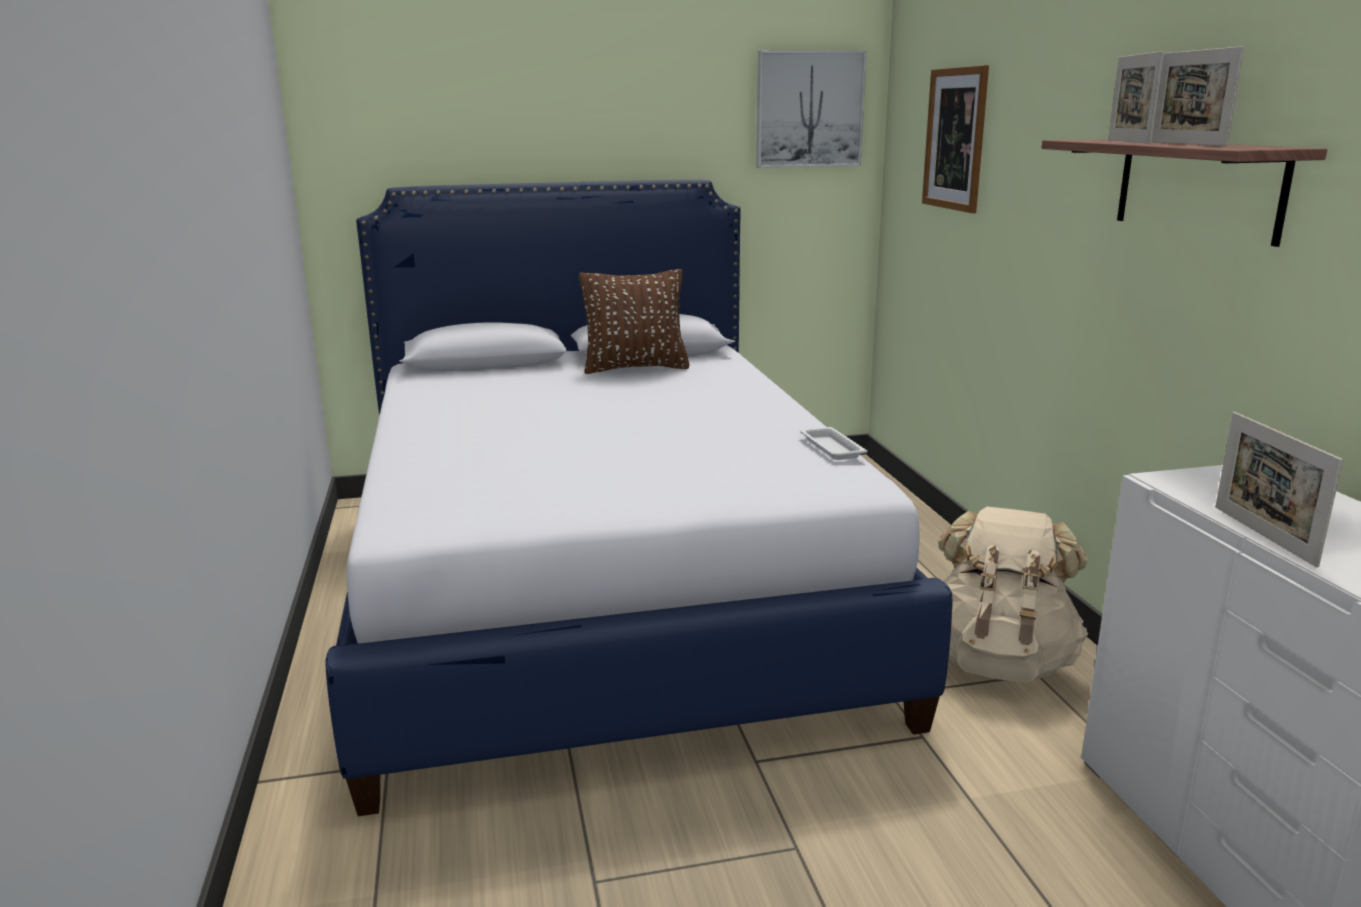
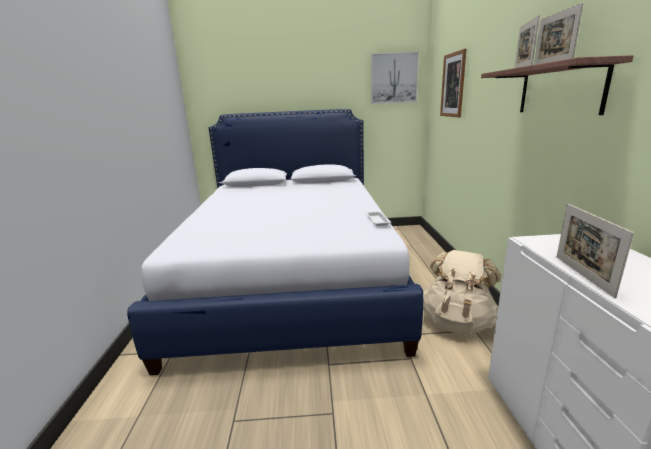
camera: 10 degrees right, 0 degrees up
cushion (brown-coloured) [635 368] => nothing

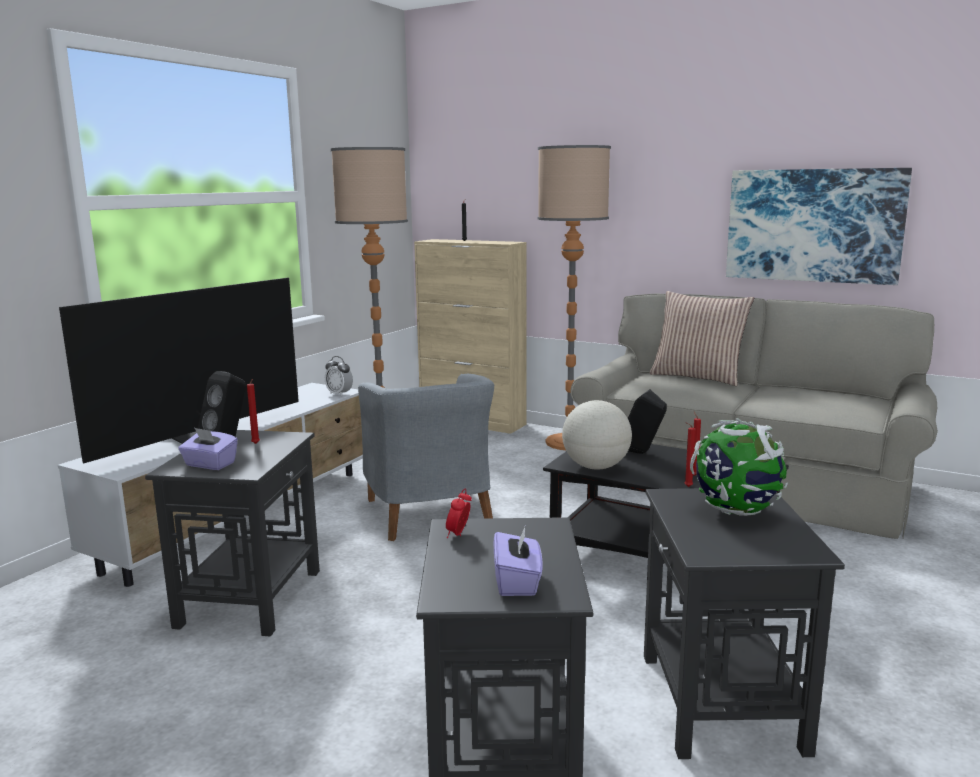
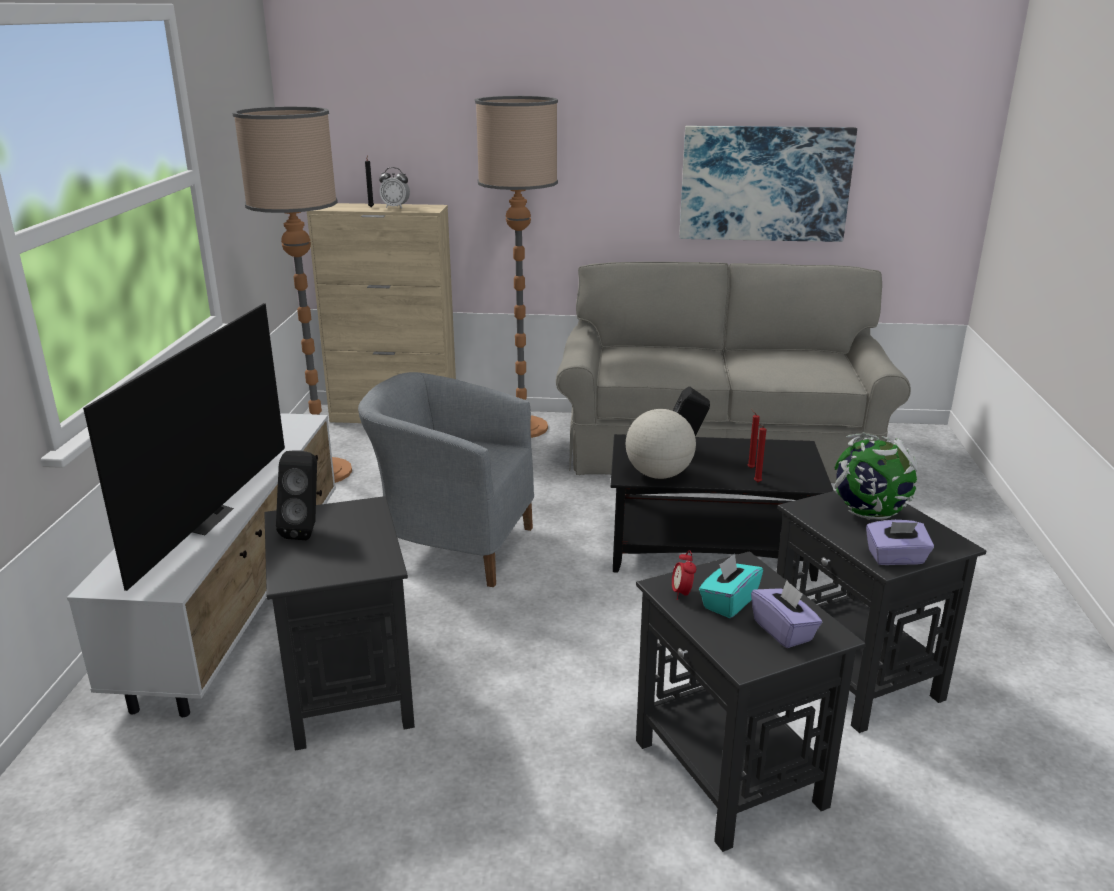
camera: 25 degrees left, 10 degrees up
tissue holder (purple) [210 465] => tissue holder (purple) [896 558], moved
wax light (reddish) [256 444] => nothing
table clock [339 394] => table clock [395 207], moved
armchair (grey) [430 514] => armchair (grey) [452 546], 150 degrees clockwise
cushion [698 377] => nothing
nothing => tissue holder (turquoise-coloured) [728 602]

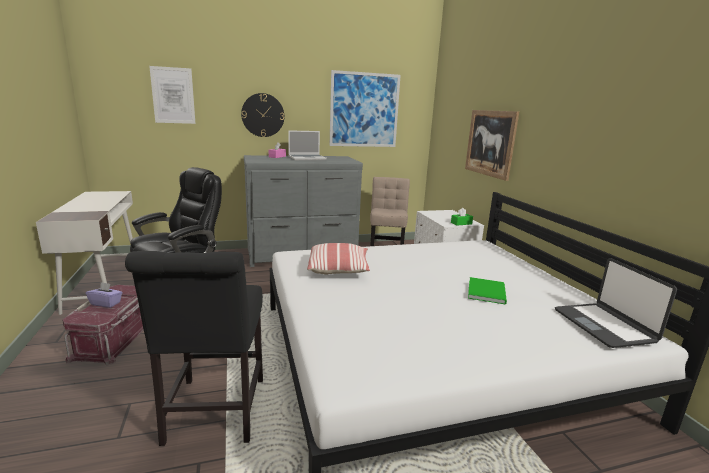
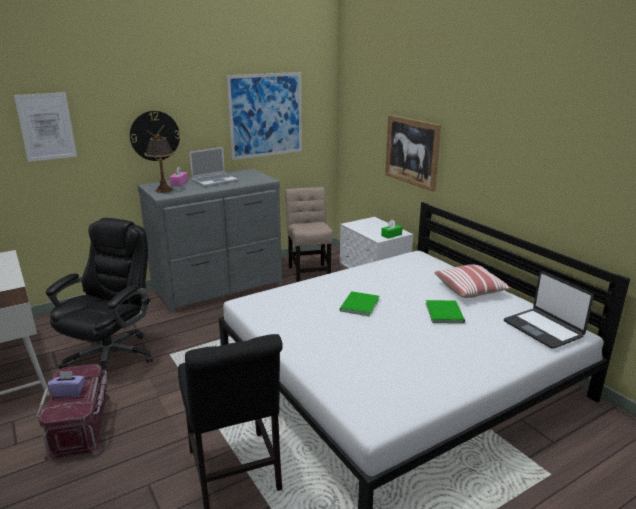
camera: 15 degrees left, 5 degrees up
cushion [339 269] => cushion [471 290], moved
nothing => tabletop lamp [163 190]
nothing => bound book (greenish) [358 305]

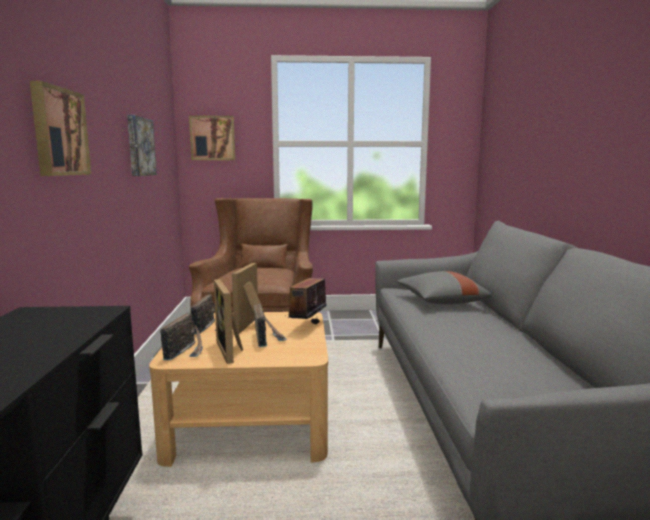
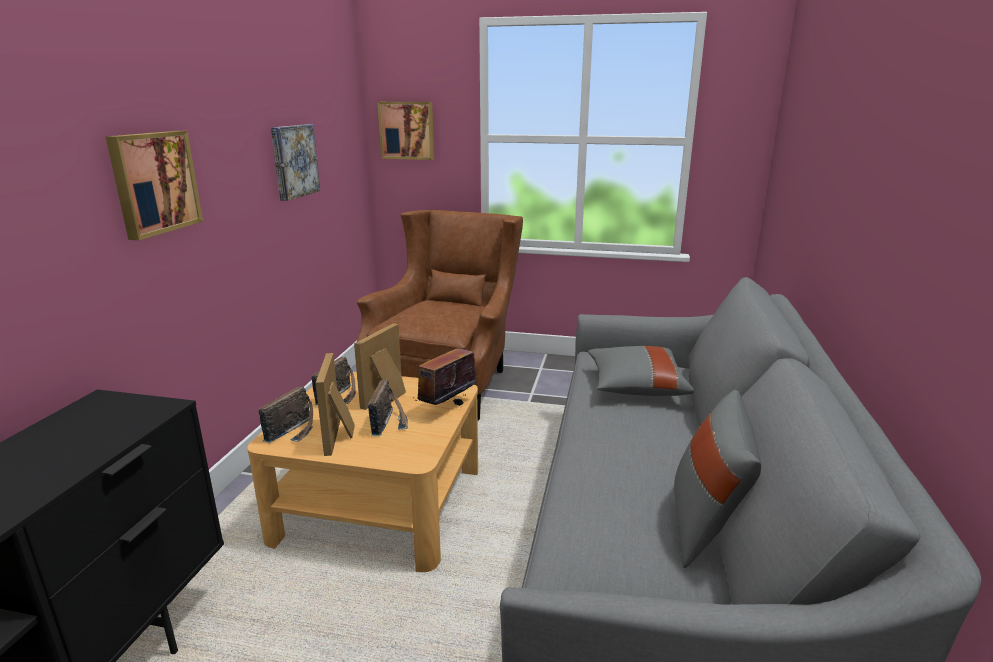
camera: 15 degrees right, 10 degrees up
nothing => cushion (grey) [705 526]

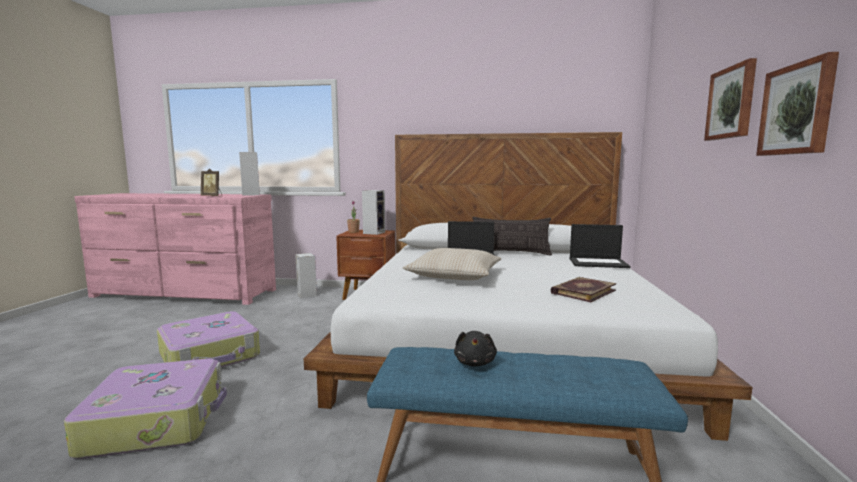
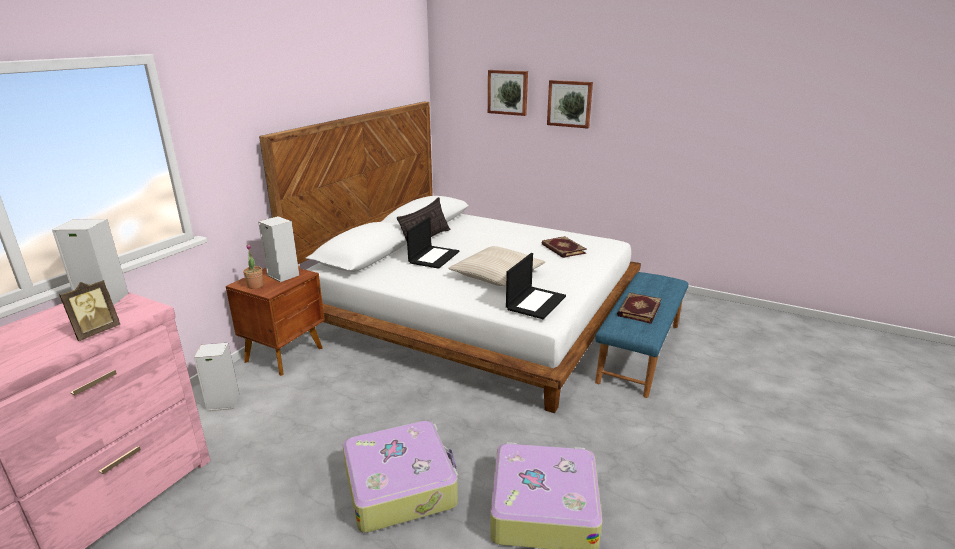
camera: 70 degrees left, 15 degrees up
cuddly toy (blackish) [475 362] => bound book [638 309]
portable computer [598 263] => portable computer [535 302], moved
wall art [797 109] => wall art [508 92], moved

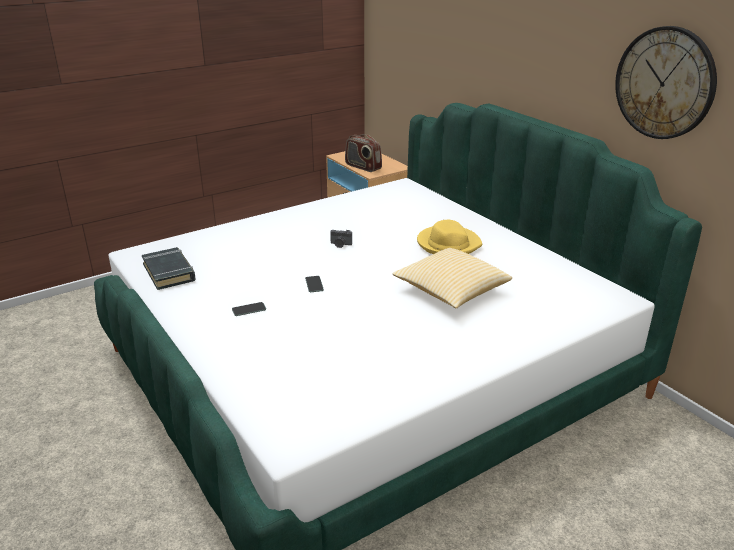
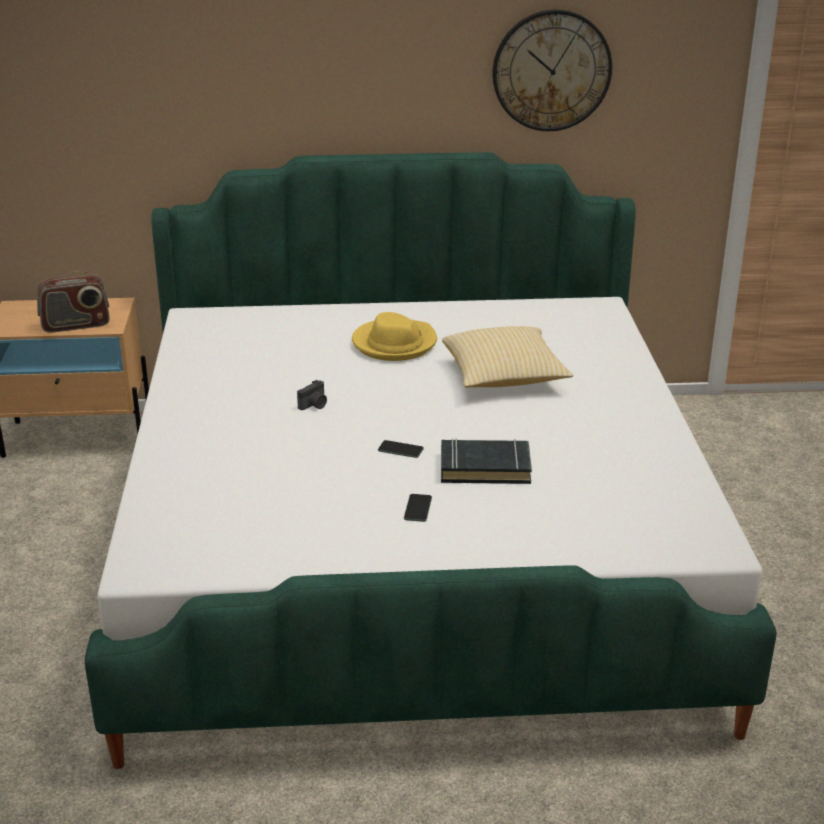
camera: 60 degrees left, 0 degrees up
bound book (blackish) [169 272] => bound book (blackish) [485 468], moved

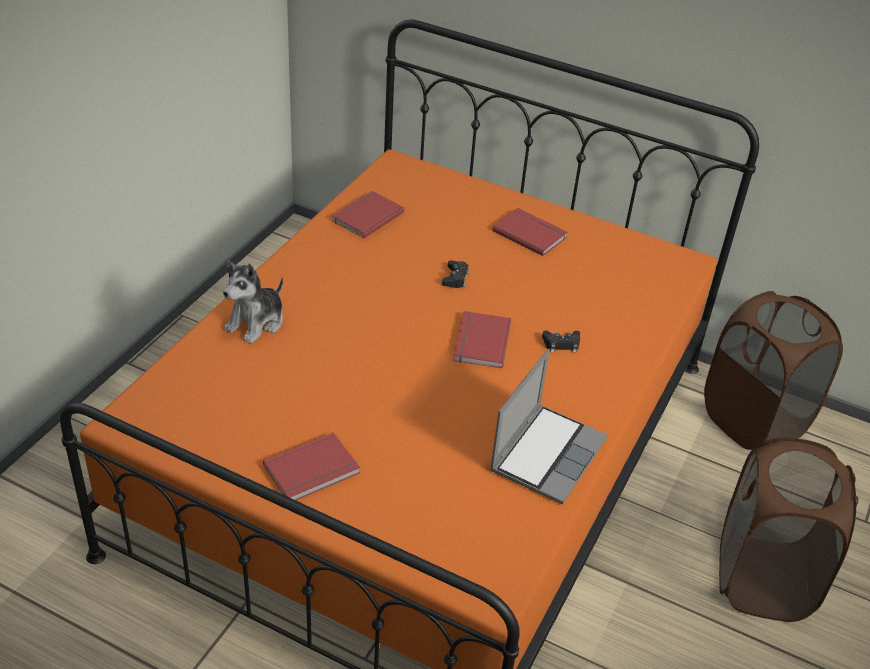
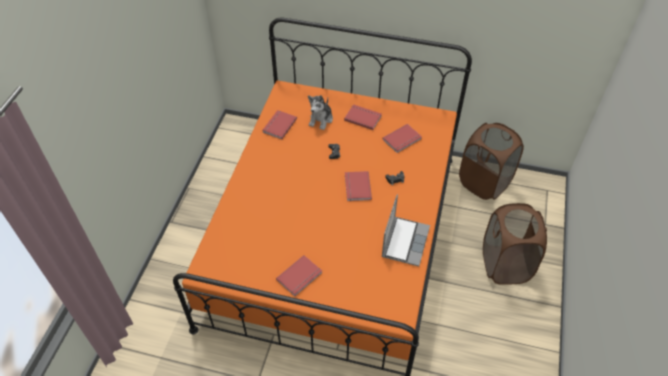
camera: 10 degrees left, 10 degrees up
cuddly toy [256 322] => cuddly toy [321 119], moved
nothing => bound book (reddish) [402 140]

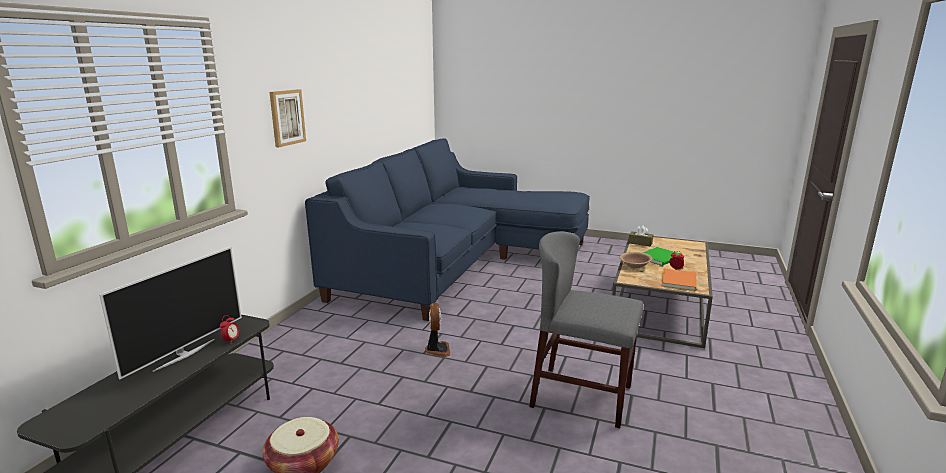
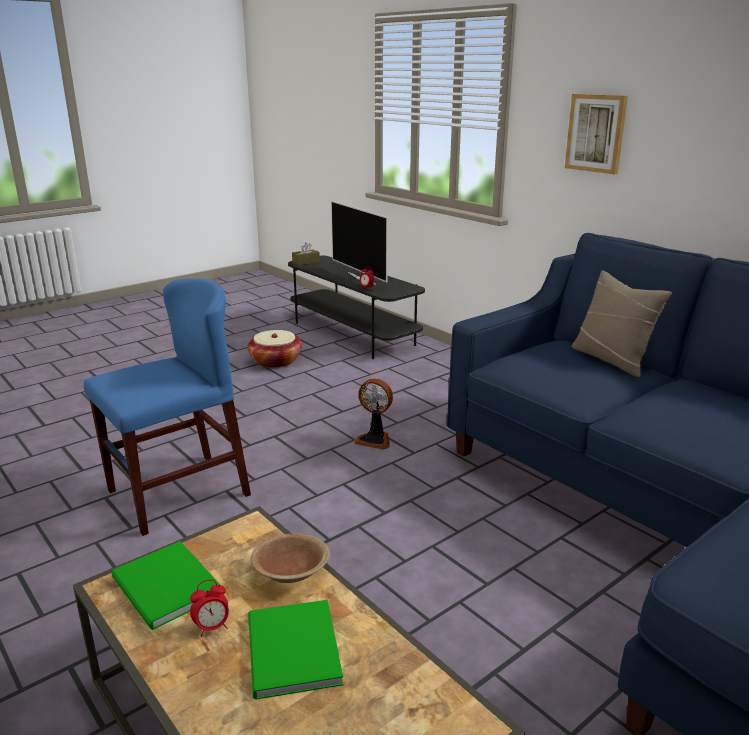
camera: 120 degrees right, 5 degrees up
chair (grey) [581 396] => chair (blue-coloured) [178 493]
tissue holder (brown-coloured) [640 243] => tissue holder (brown-coloured) [306 262], moved
bound book (orange) [680 280] => bound book (greenish) [166 589]
nothing => cushion (sand-coloured) [612 359]

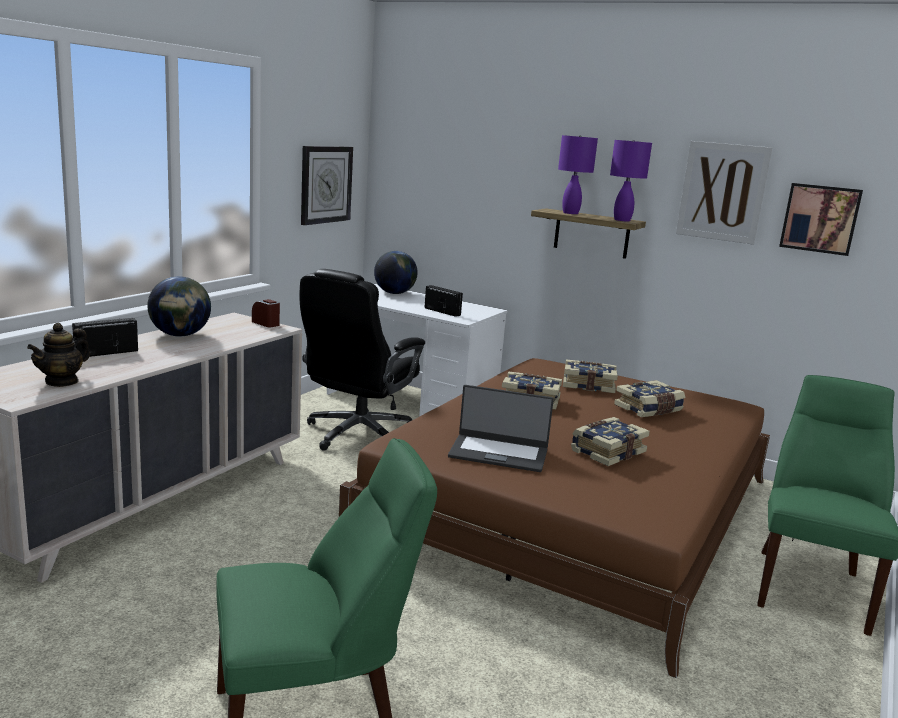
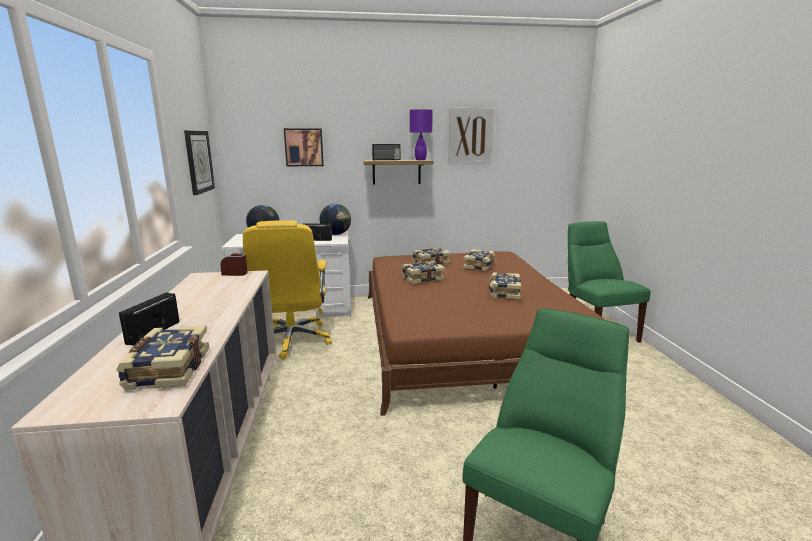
camera: 35 degrees left, 0 degrees up
pot for tea [62 381] => bound book [167 369]
desk globe [180 335] => desk globe [336 234], moved
computer chair (blackish) [358 434] => computer chair (yellow) [291 340]
portable computer [498 453] => nothing
tabletop lamp (purple) [571 213] => radio [386 160]
wall art [820 218] => wall art [304 147], moved

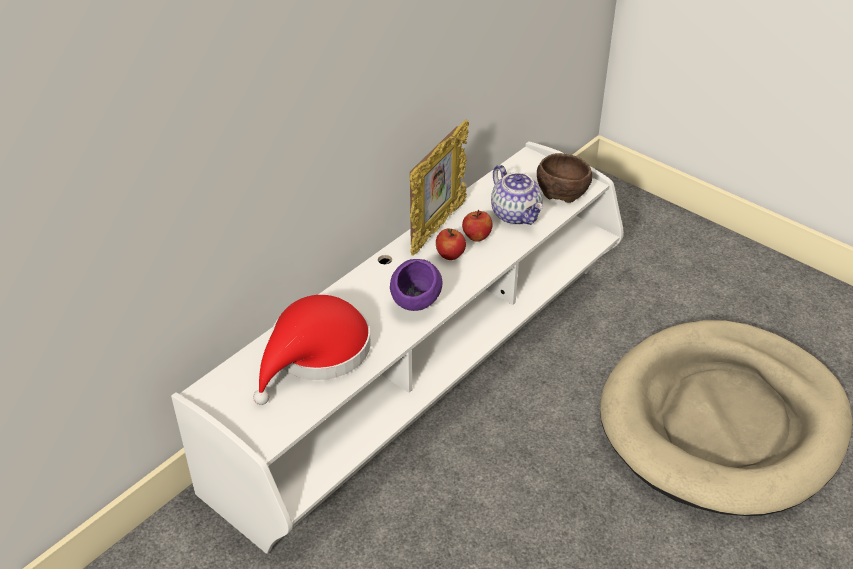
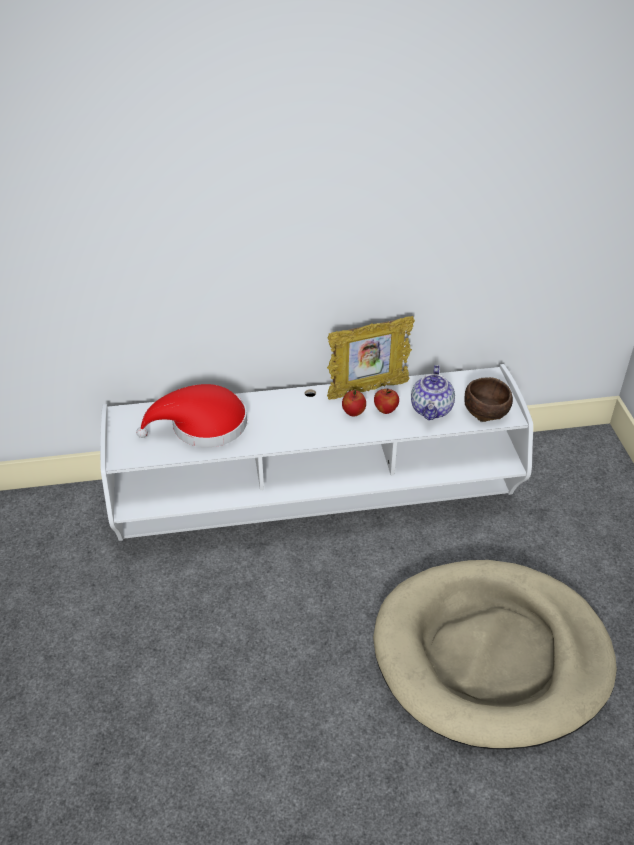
camera: 40 degrees right, 0 degrees up
bowl (purple) [416 307] => nothing

